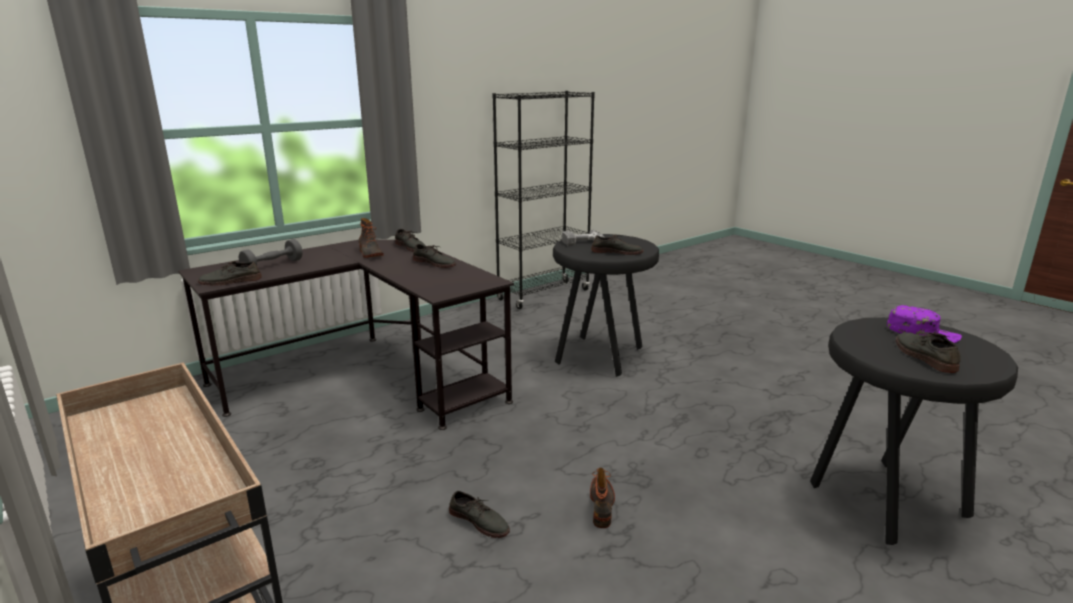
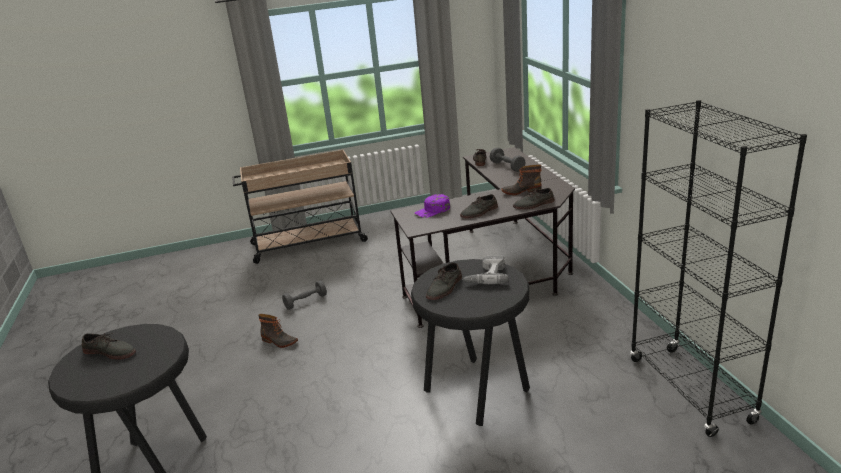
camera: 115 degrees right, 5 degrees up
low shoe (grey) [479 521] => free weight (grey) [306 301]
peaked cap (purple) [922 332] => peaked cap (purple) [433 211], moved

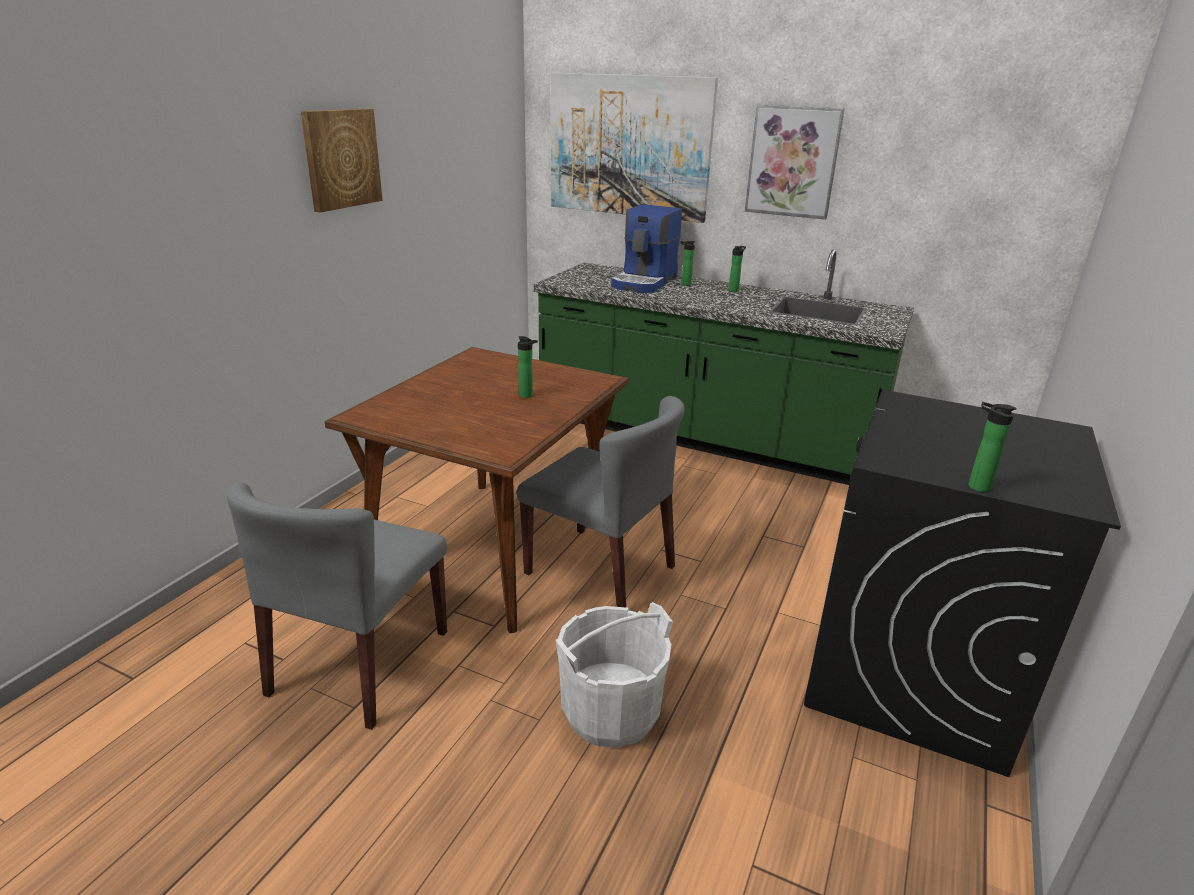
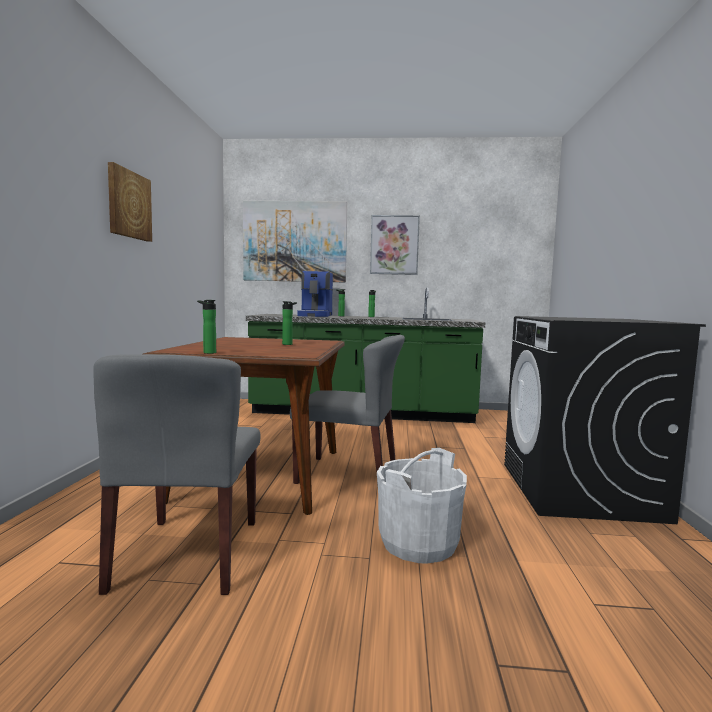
camera: 20 degrees left, 20 degrees down
drink bottle [975 486] => drink bottle [207 353], moved

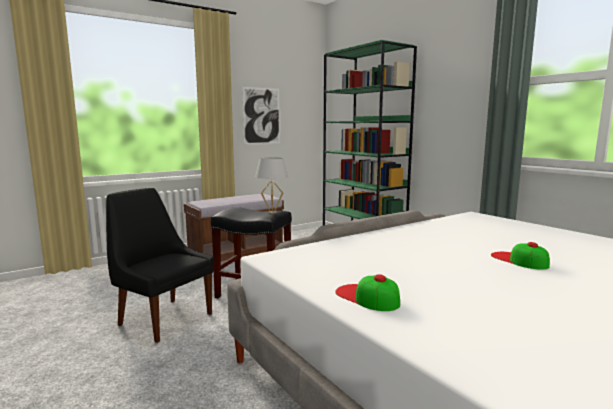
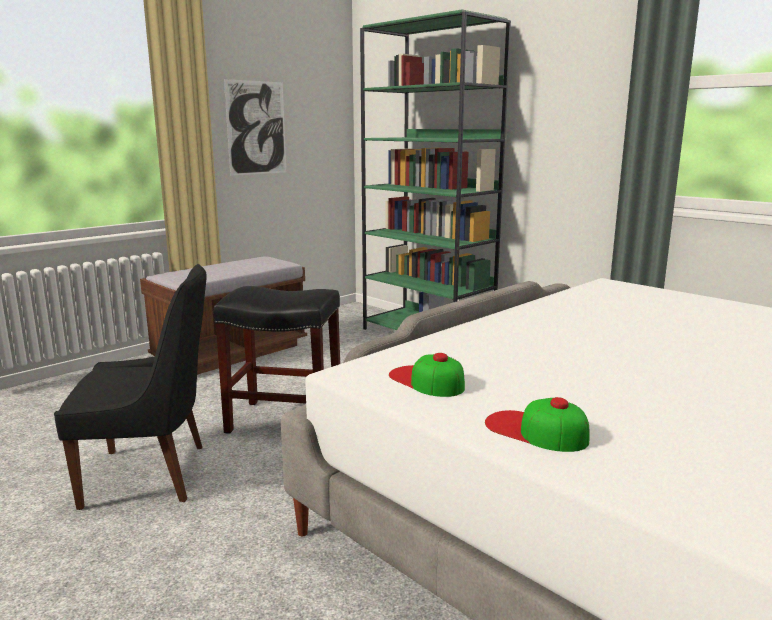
camera: 10 degrees left, 5 degrees up
chair (blackish) [163 318] => chair (blackish) [151 475], 150 degrees clockwise
tabletop lamp (whitish) [272 212] => nothing
peaked cap [519 260] => peaked cap [426 381], moved

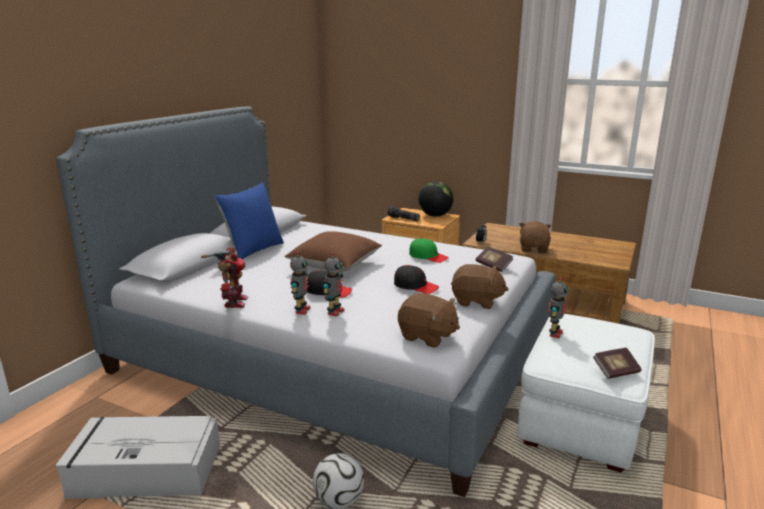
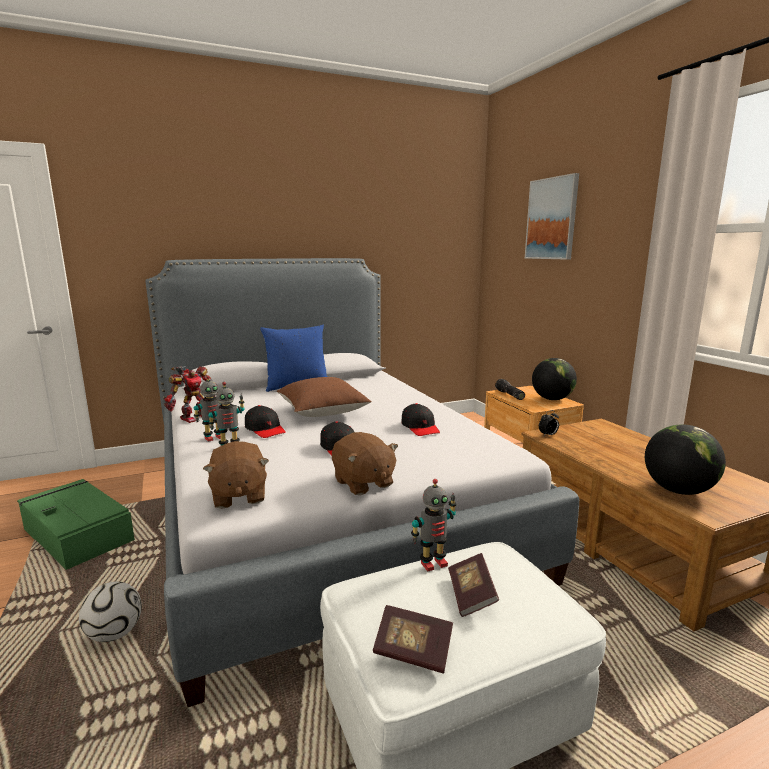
camera: 40 degrees right, 5 degrees down
storage bin (grey) [144 471] => storage bin (greenish) [77 534]
peaked cap (greenish) [428 257] => peaked cap (blackish) [420 427]
bound book [493 265] => bound book [471 595], moved
cuddly toy (brown-coloured) [534 249] => nothing
nothing => wall art [552 219]
nothing => desk globe [678 490]

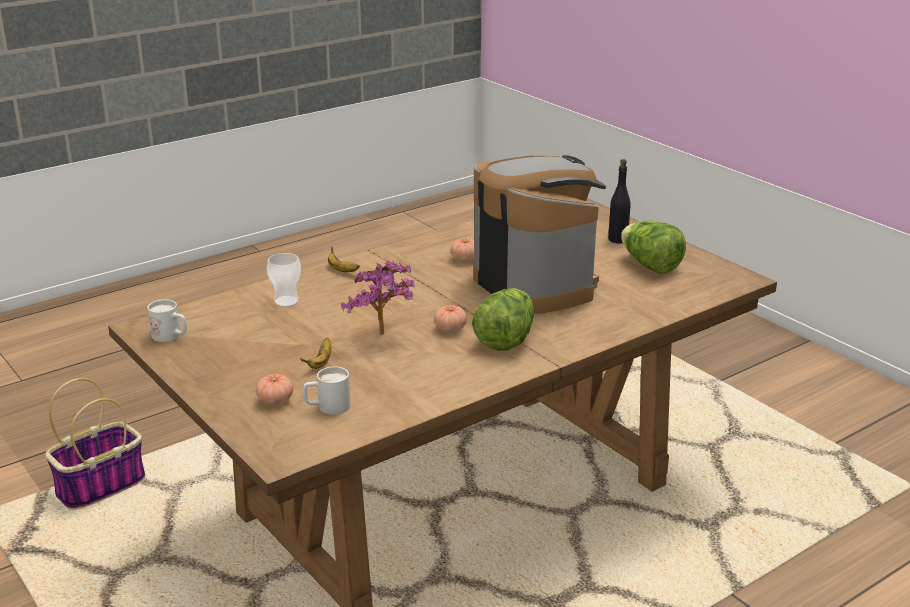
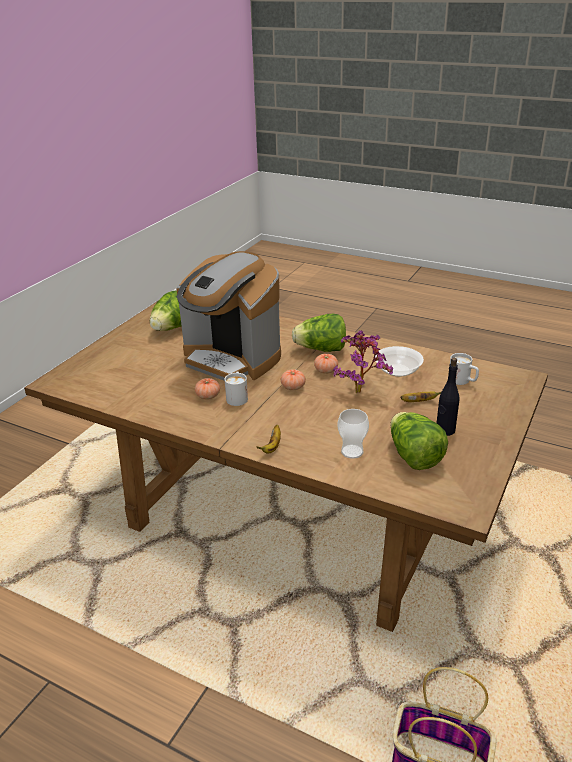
camera: 115 degrees left, 5 degrees up
mug (whitish) [171 337] => mug (whitish) [237 397], moved
tomato [275 400] => tomato [293 387], moved
coffee maker [535 284] => coffee maker [232 359], 90 degrees counterclockwise
drink bottle (blackish) [617 239] => drink bottle (blackish) [445 430], moved
nothing => bowl [397 371]
nothing => lettuce [413 456]

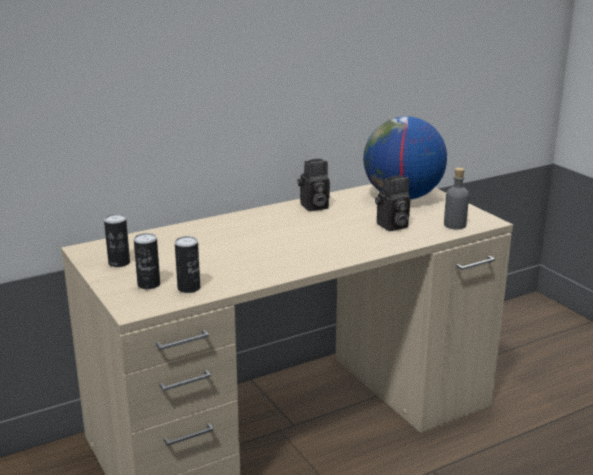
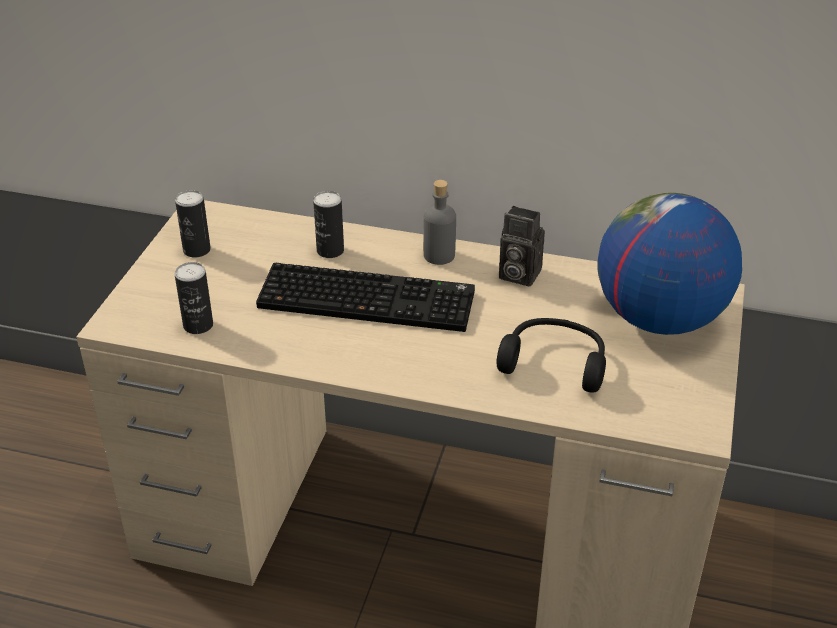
camera: 45 degrees right, 15 degrees up
sealed can [149 284] => sealed can [330 251], moved
still camera [392 226] => pair of headphones (blackish) [554 363]
drink bottle (grey) [454 225] => drink bottle (grey) [439 255], moved
nothing => computer keyboard [369 298]

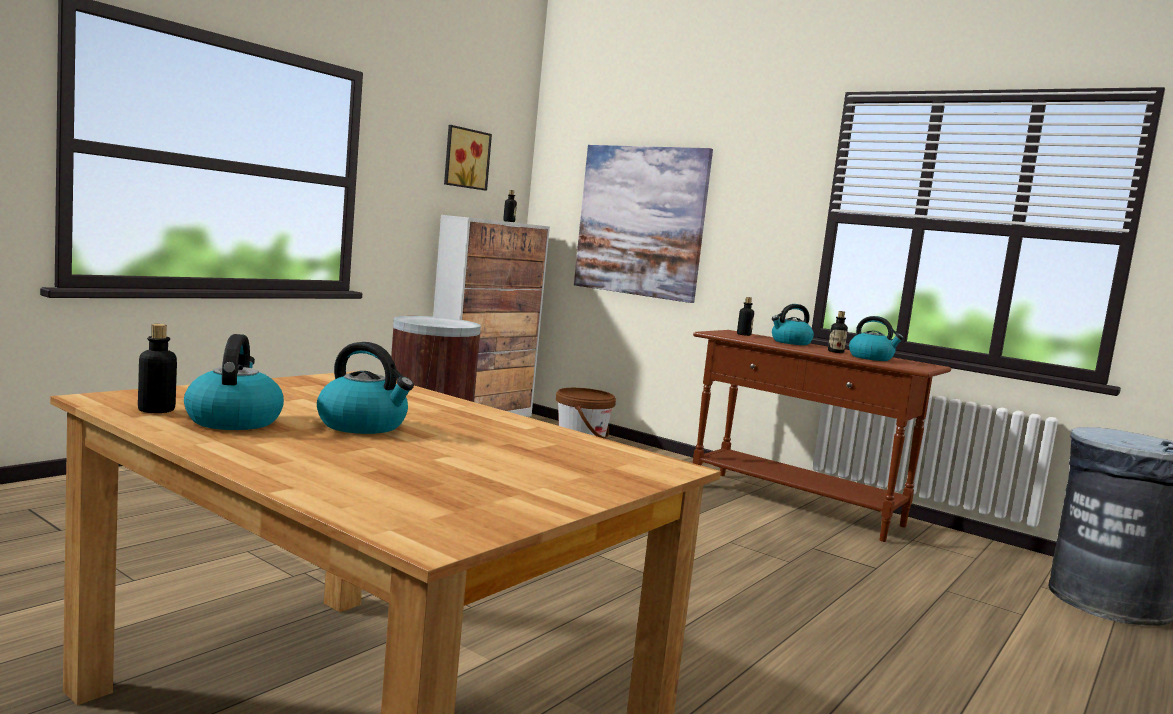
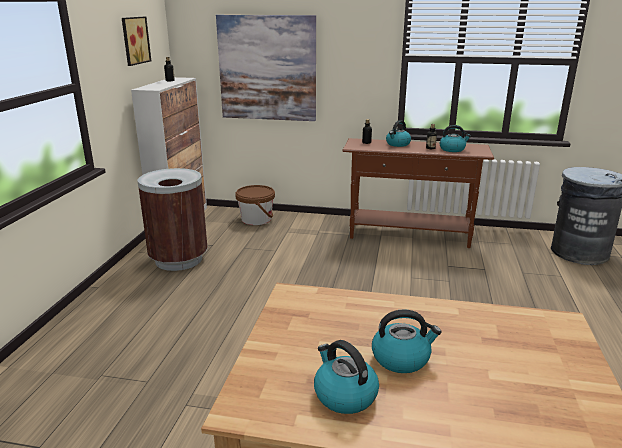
camera: 25 degrees left, 15 degrees up
drink bottle [156 410] => nothing

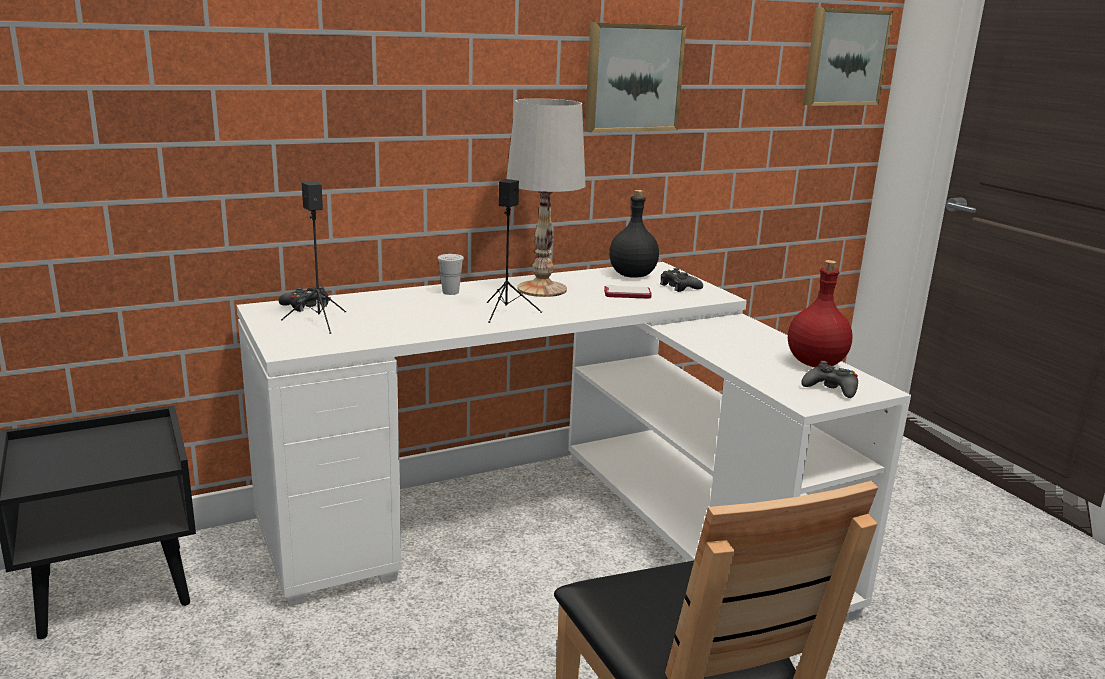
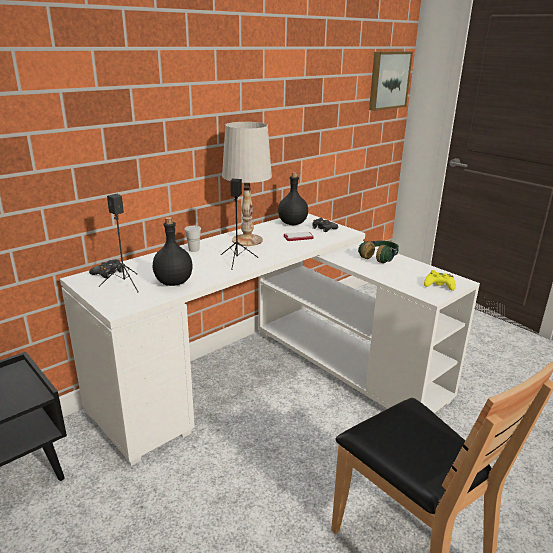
camera: 15 degrees left, 5 degrees up
wall art [632 77] => nothing
drink bottle (reddish) [815 363] => nothing
game controller (blackish) [831 388] => game controller (yellow) [439 285]
nothing => drink bottle (blackish) [173 282]
nothing => pair of headphones [379 258]

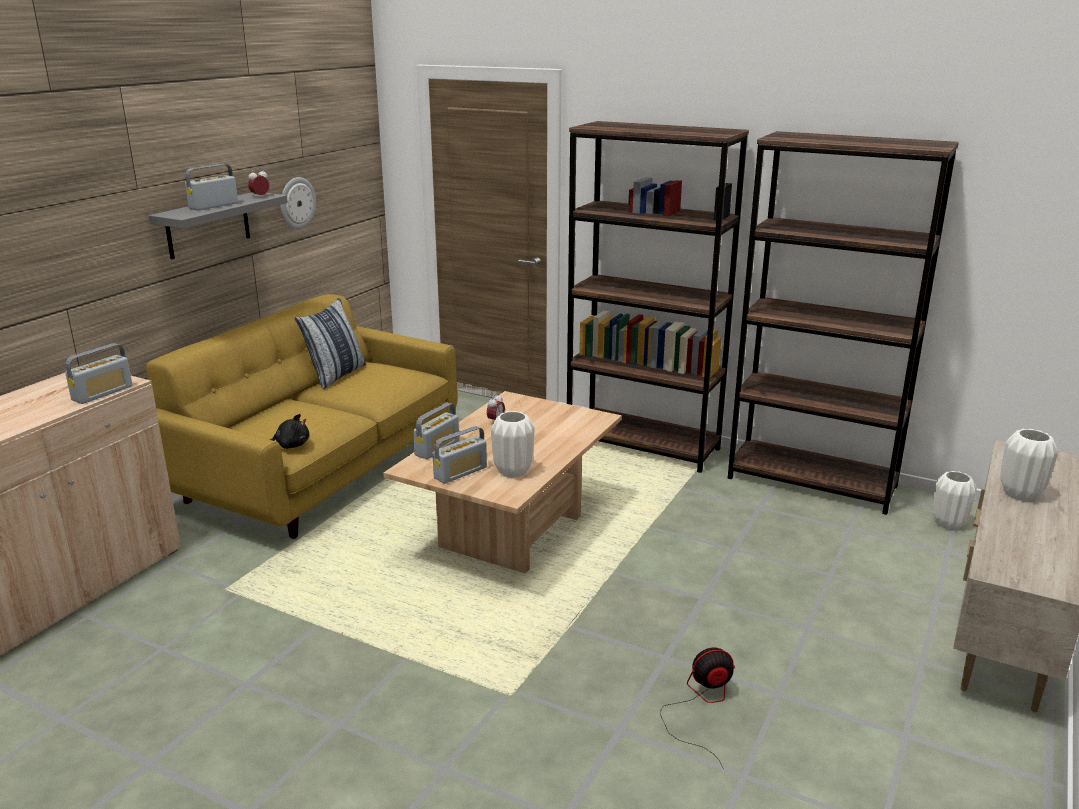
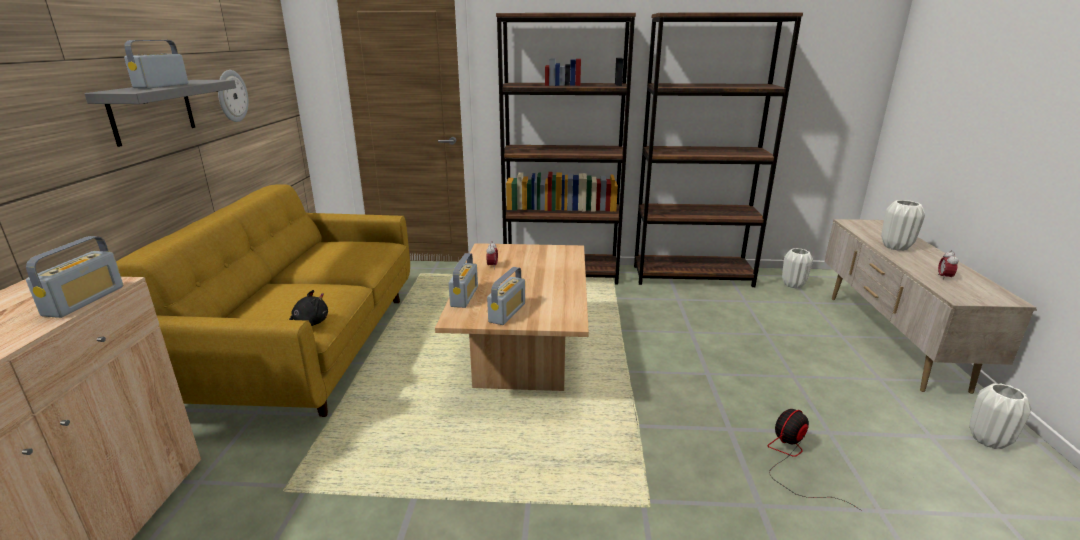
camera: 25 degrees left, 0 degrees up
table clock [260 196] => table clock [944 277], moved
cushion [336 375] => nothing
decorative vase (whitish) [513 471] => decorative vase (whitish) [987 440], moved

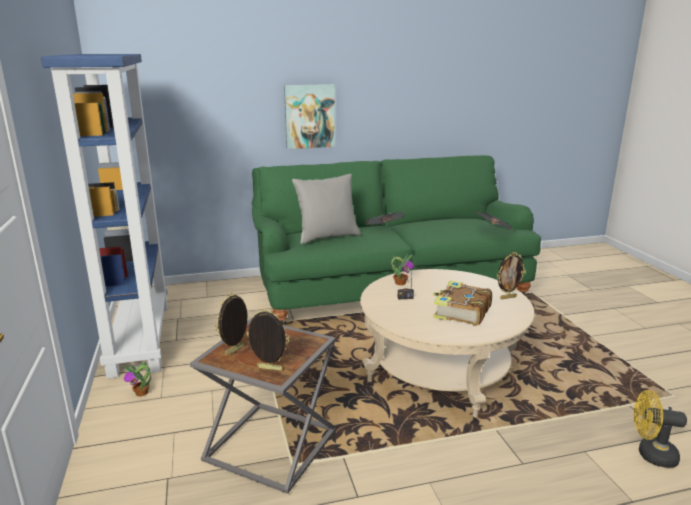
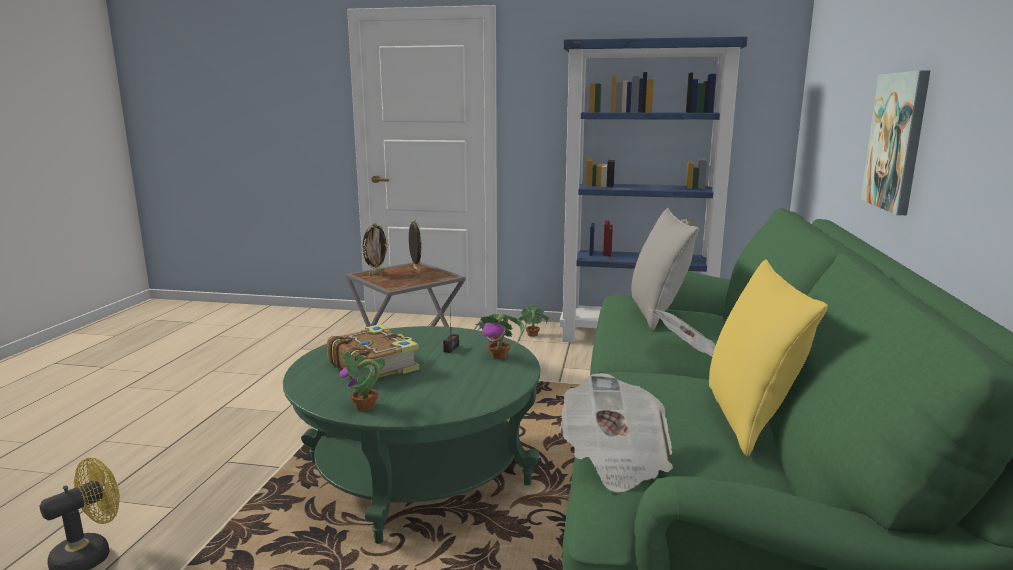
camera: 115 degrees right, 5 degrees down
low table (sand-coloured) [440 371] => low table (greenish) [419 473]
standing frame [507 297] => potted plant [365 406]
nothing => cushion (yellow) [749 419]

